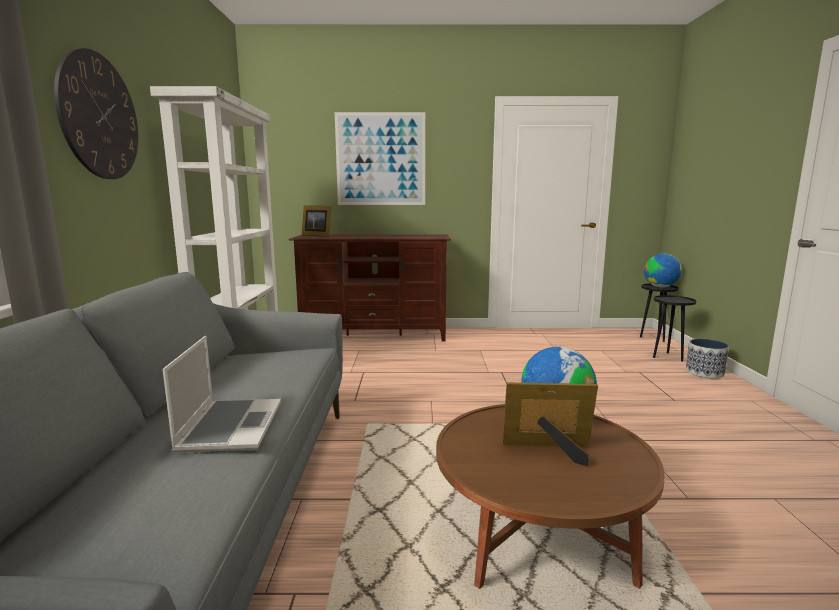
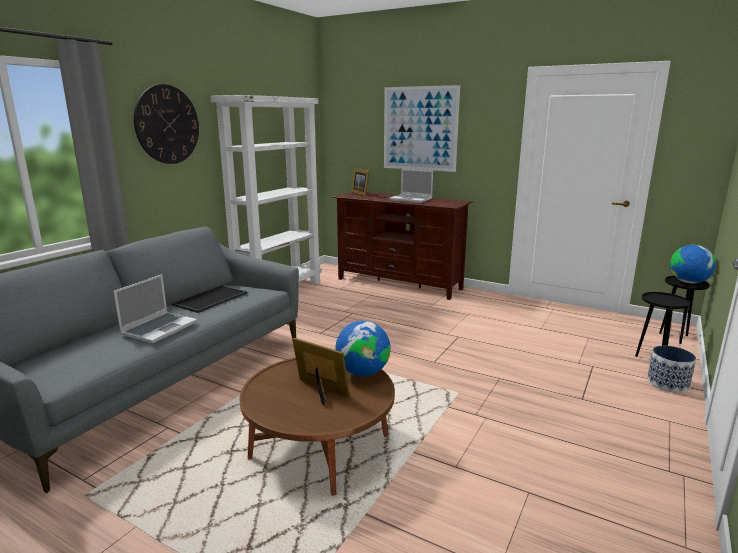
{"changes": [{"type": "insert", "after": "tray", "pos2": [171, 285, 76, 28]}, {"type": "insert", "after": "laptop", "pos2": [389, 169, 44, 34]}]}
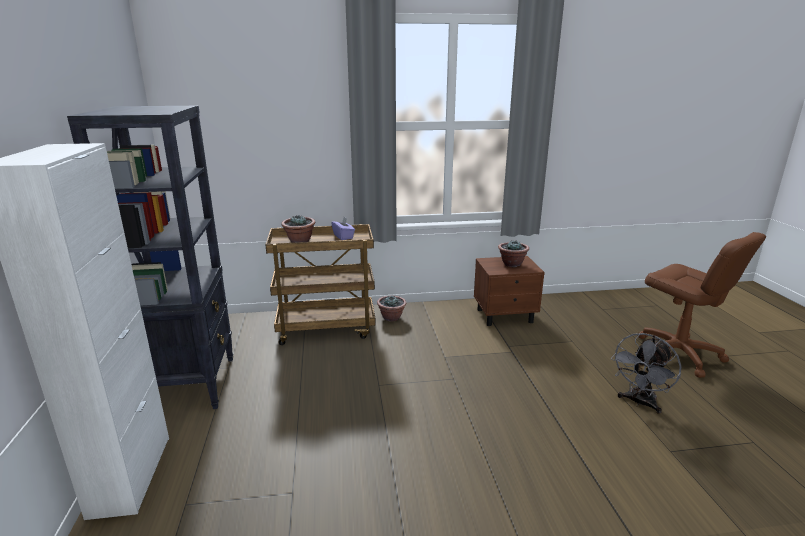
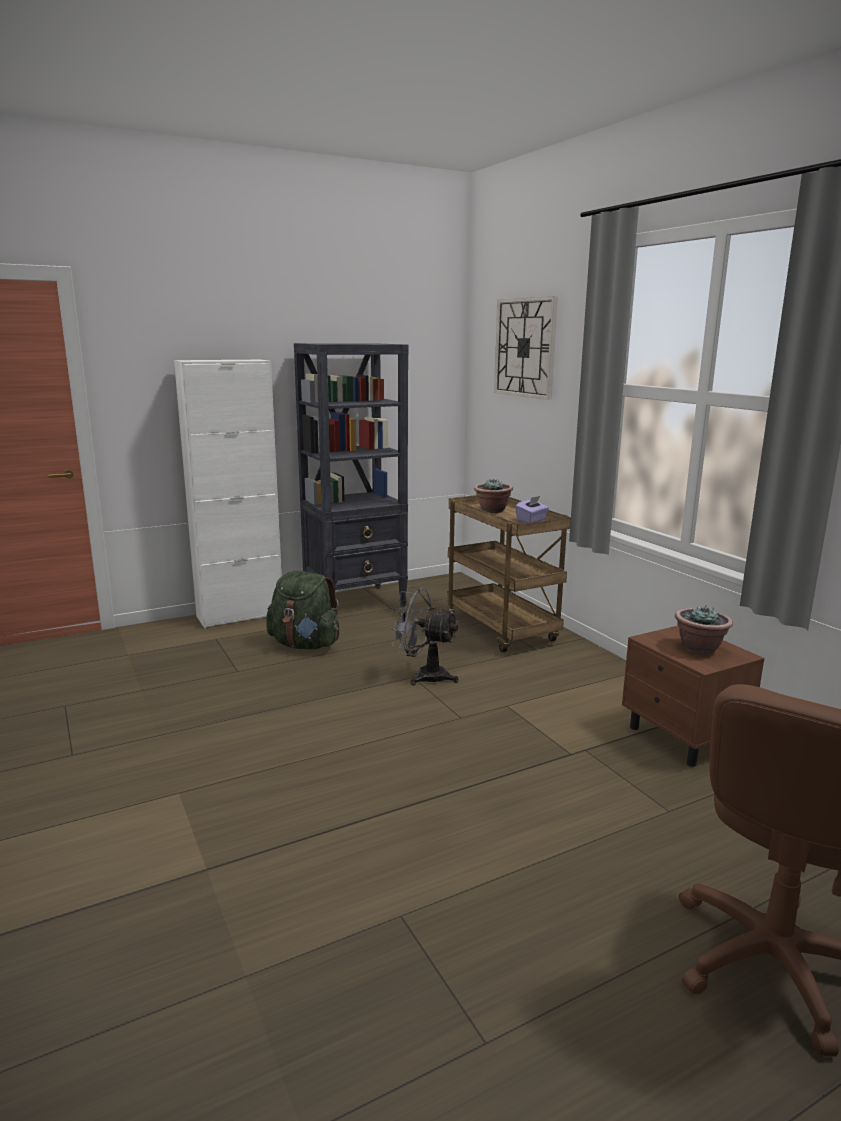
{"changes": [{"type": "insert", "after": "backpack in green", "pos2": [266, 571, 73, 79]}, {"type": "move", "before": "fan in grey", "pos1": [611, 333, 71, 81], "pos2": [390, 586, 69, 99]}, {"type": "insert", "after": "wall clock", "pos2": [494, 296, 64, 104]}, {"type": "delete", "before": "potted plant", "pos1": [377, 296, 30, 26]}]}
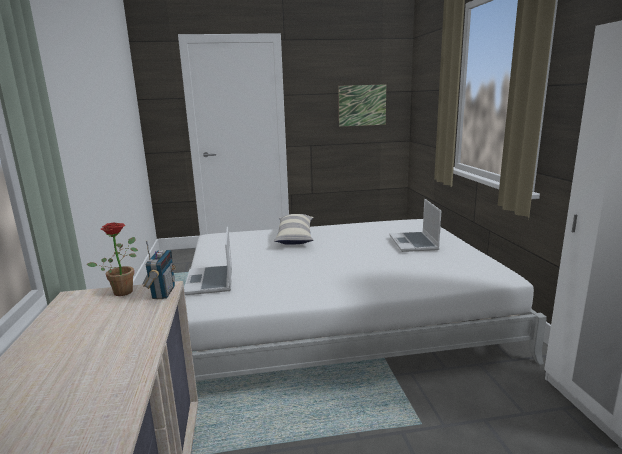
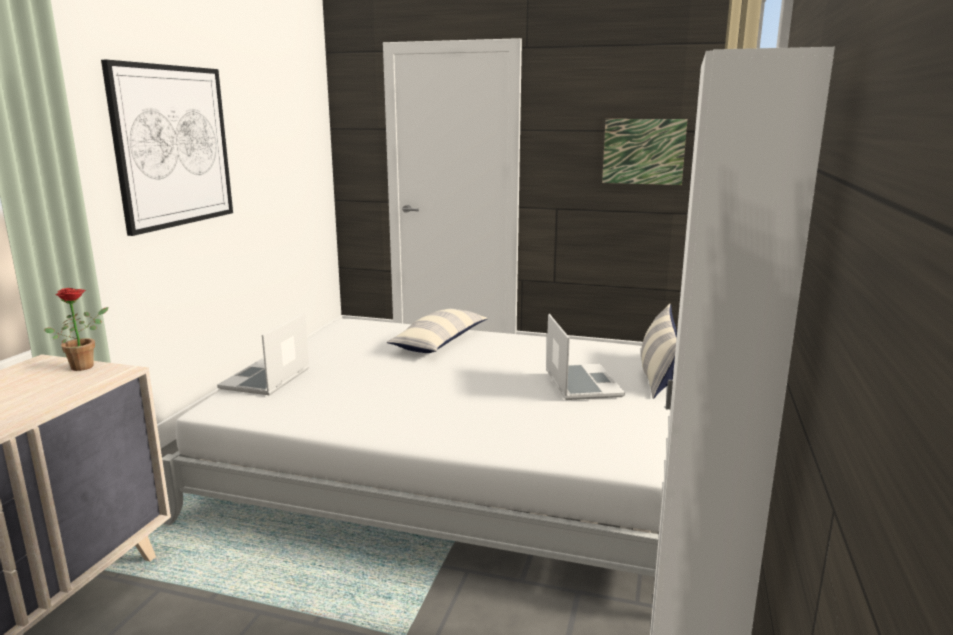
{"changes": [{"type": "insert", "after": "picture", "pos2": [101, 60, 132, 176]}, {"type": "rotate", "before": "laptop", "pos1": [389, 199, 52, 53], "pos2": [546, 314, 79, 86], "turn": 150}, {"type": "insert", "after": "pillow", "pos2": [641, 304, 36, 95]}, {"type": "delete", "before": "radio", "pos1": [144, 240, 32, 59]}]}
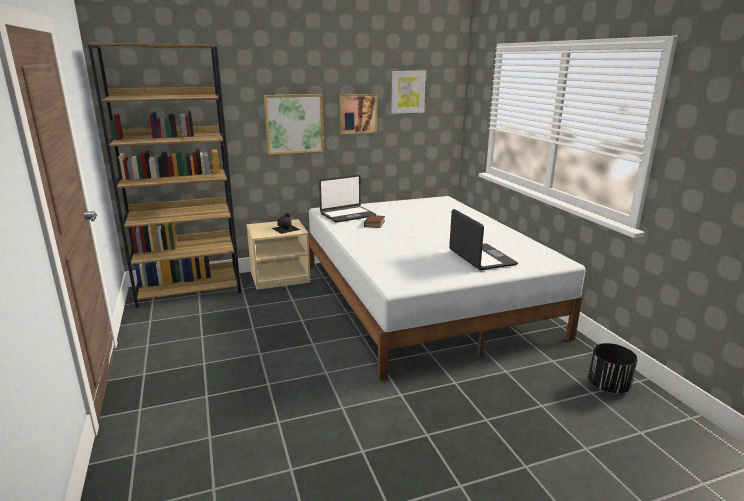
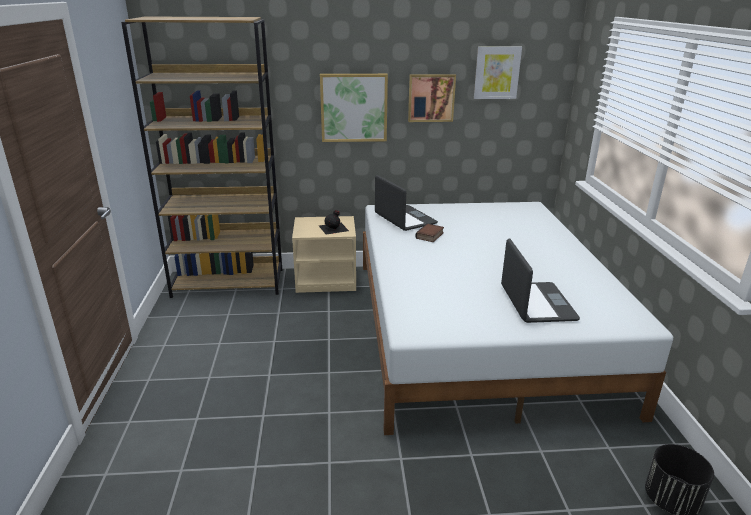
{"changes": [{"type": "rotate", "before": "laptop", "pos1": [319, 175, 57, 48], "pos2": [375, 175, 63, 56], "turn": -105}]}
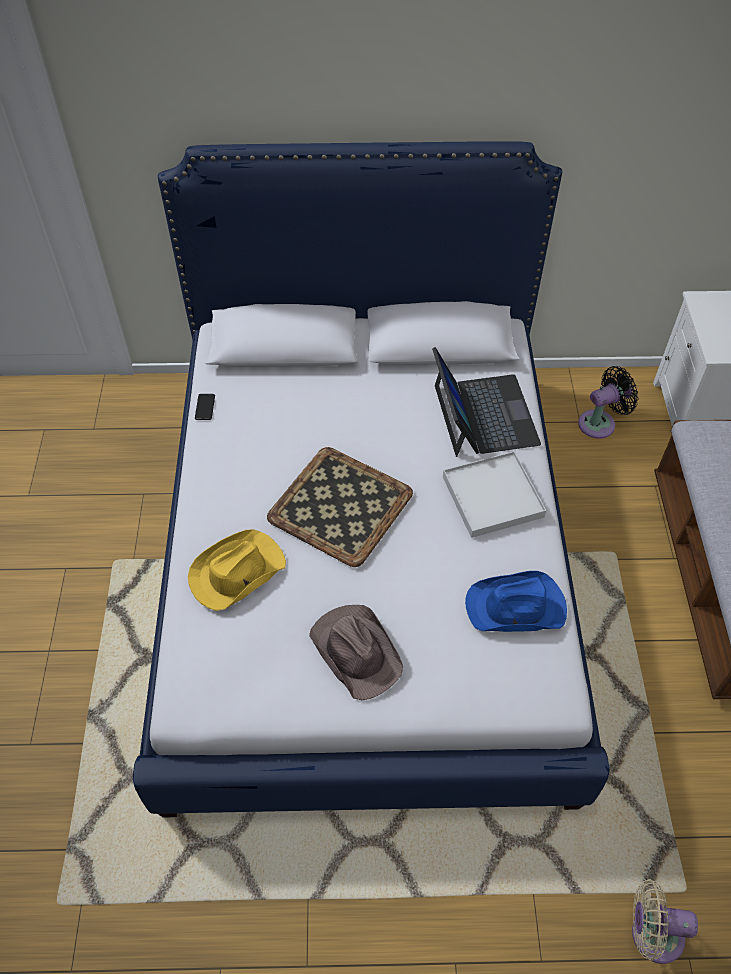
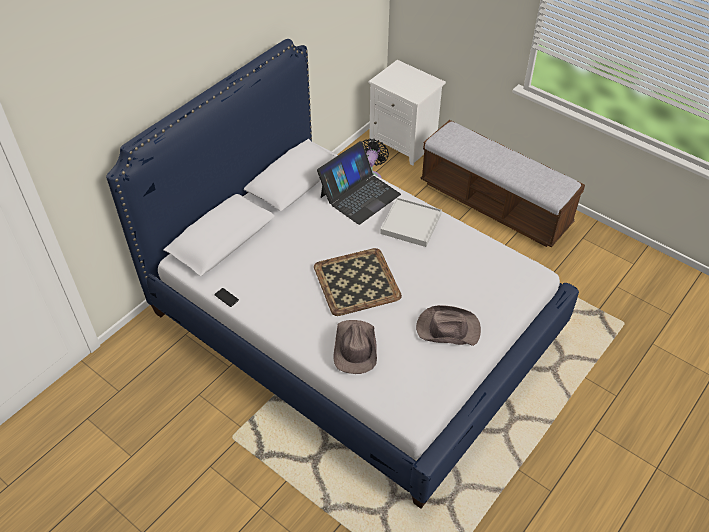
{"changes": [{"type": "rotate", "before": "laptop", "pos1": [432, 347, 109, 110], "pos2": [317, 141, 84, 84], "turn": 105}, {"type": "recolor", "before": "hat in yellow", "after": "hat in brown", "pos1": [188, 529, 98, 82], "pos2": [333, 320, 44, 54]}, {"type": "delete", "before": "hat in blue", "pos1": [465, 571, 102, 61]}, {"type": "delete", "before": "fan in beige", "pos1": [632, 879, 66, 85]}]}
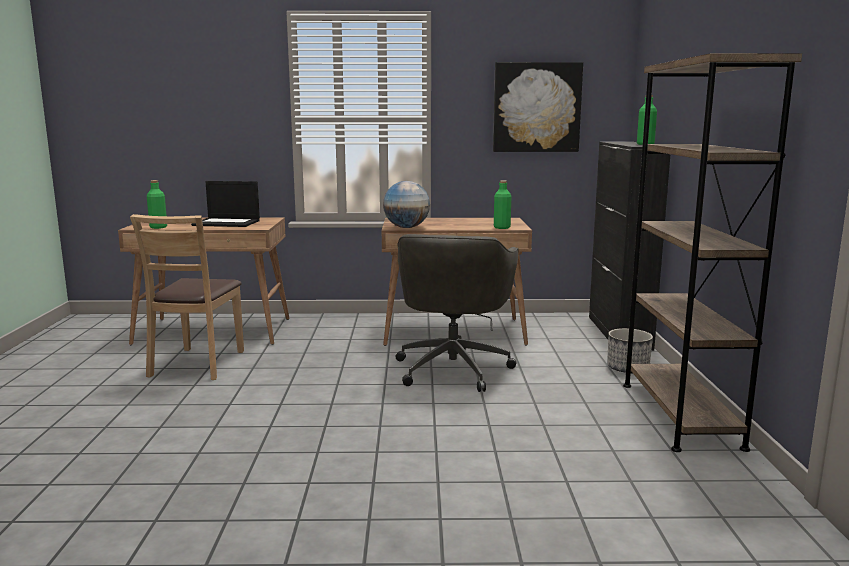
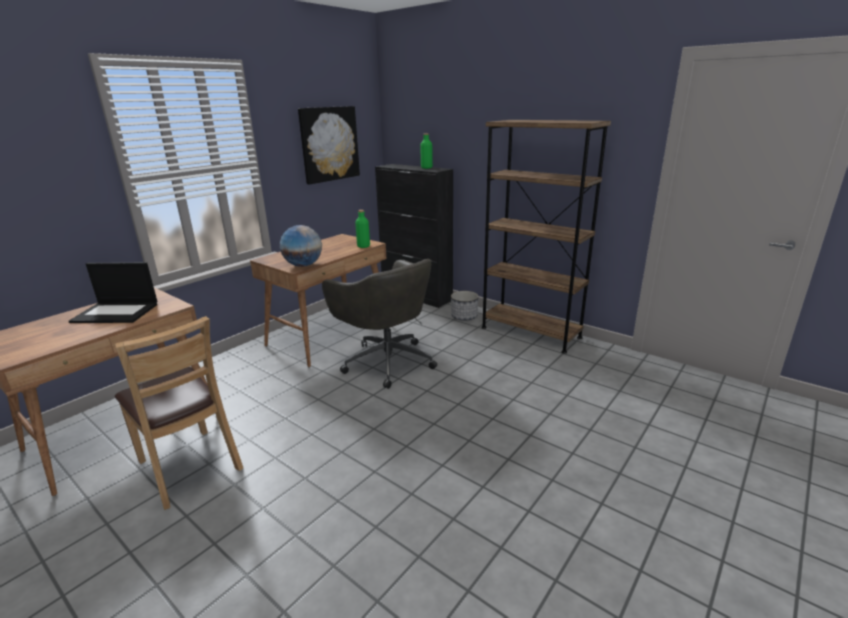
{"changes": [{"type": "rotate", "before": "laptop", "pos1": [191, 181, 69, 46], "pos2": [69, 262, 89, 61], "turn": 45}, {"type": "delete", "before": "bottle in green", "pos1": [147, 180, 20, 49]}]}
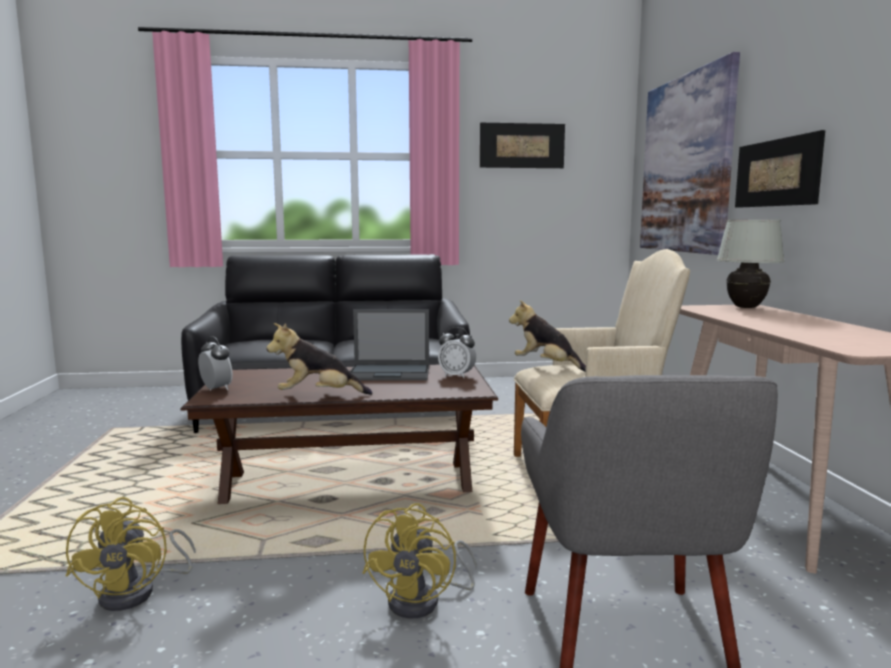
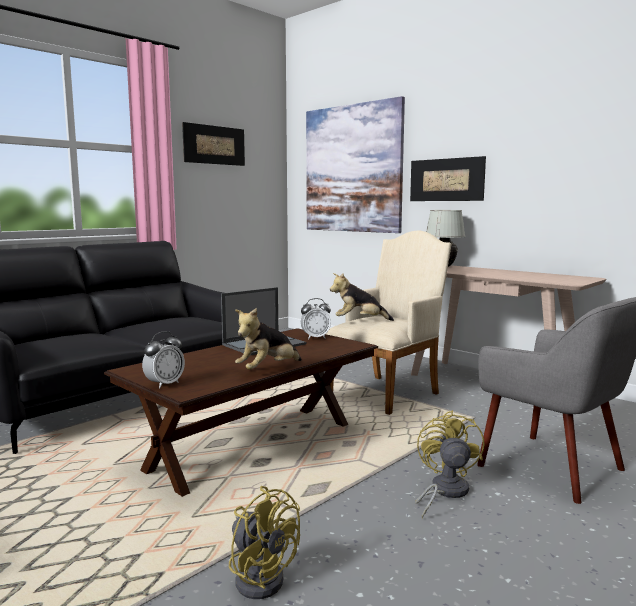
{"changes": [{"type": "rotate", "before": "alarm clock", "pos1": [198, 336, 35, 54], "pos2": [142, 331, 43, 58], "turn": 120}, {"type": "rotate", "before": "fan in yellow", "pos1": [363, 503, 114, 115], "pos2": [415, 410, 69, 109], "turn": -150}]}
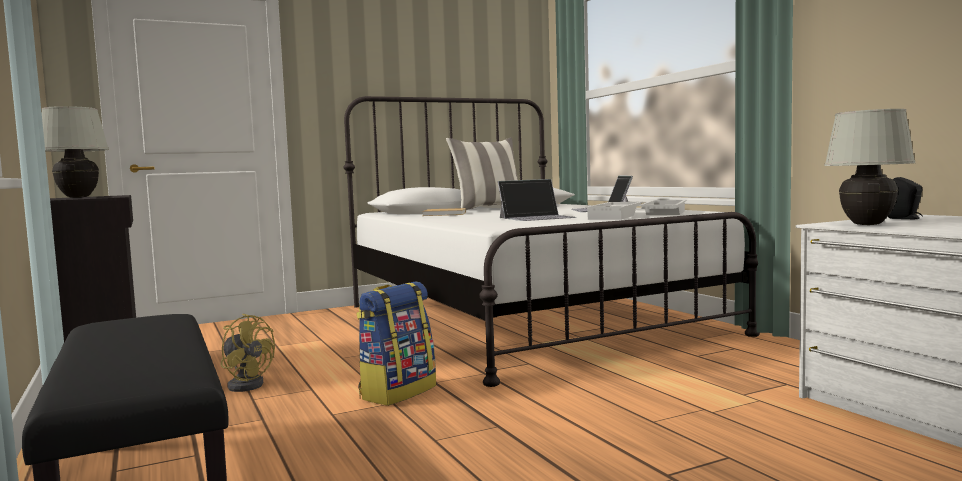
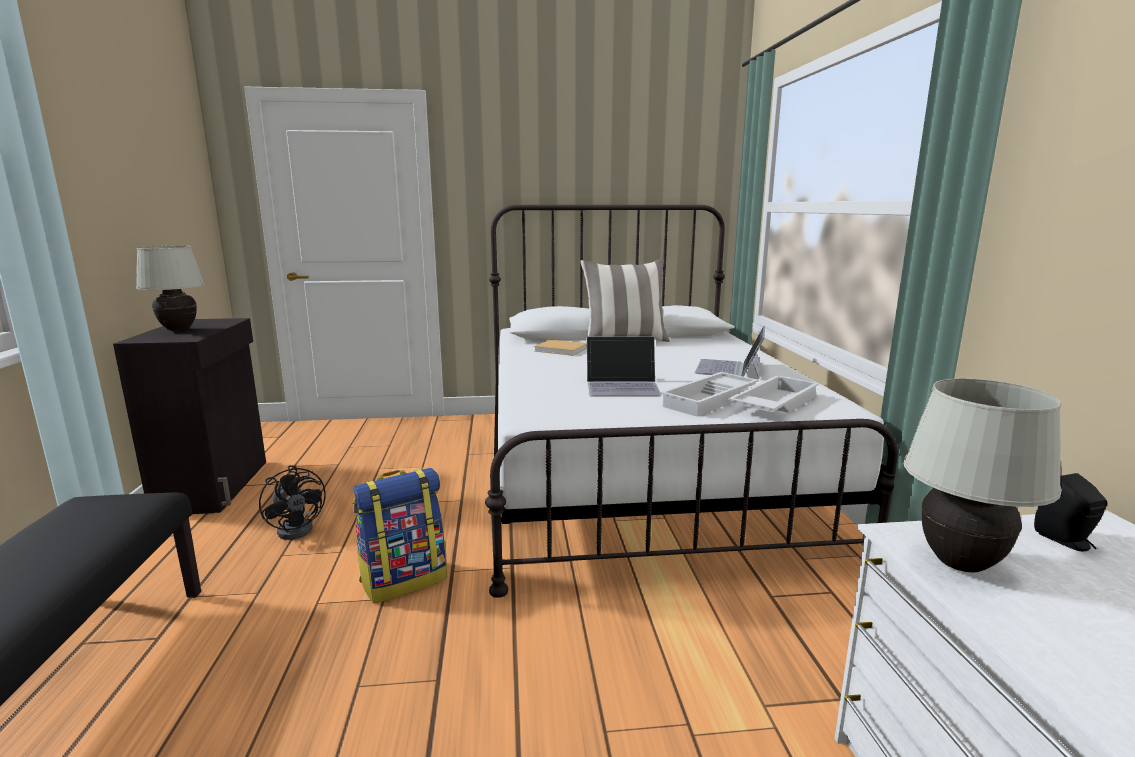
{"changes": [{"type": "recolor", "before": "fan in yellow", "after": "fan in black", "pos1": [221, 314, 54, 78], "pos2": [259, 465, 67, 75]}]}
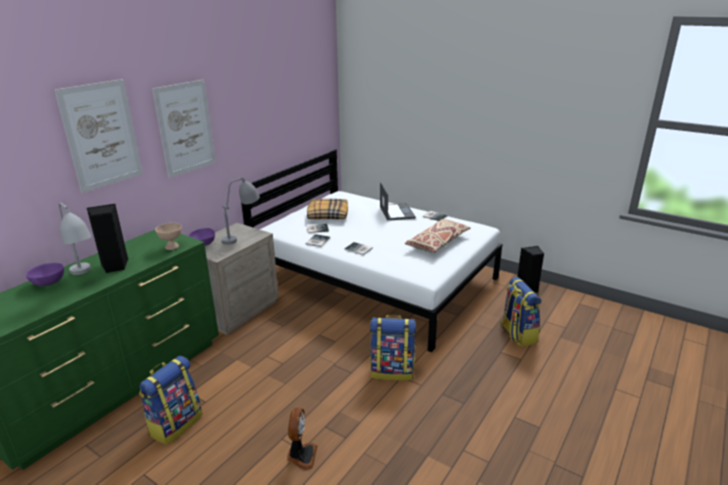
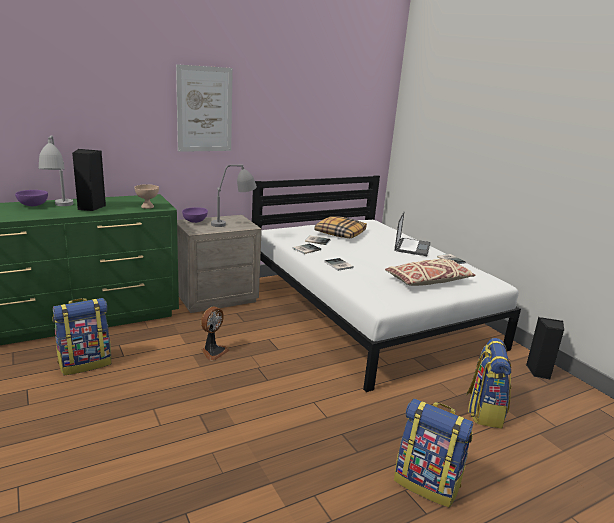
{"changes": [{"type": "move", "before": "fan", "pos1": [287, 408, 30, 62], "pos2": [201, 306, 29, 54]}, {"type": "move", "before": "backpack", "pos1": [370, 315, 46, 66], "pos2": [394, 399, 79, 109]}, {"type": "delete", "before": "picture", "pos1": [55, 79, 88, 114]}]}
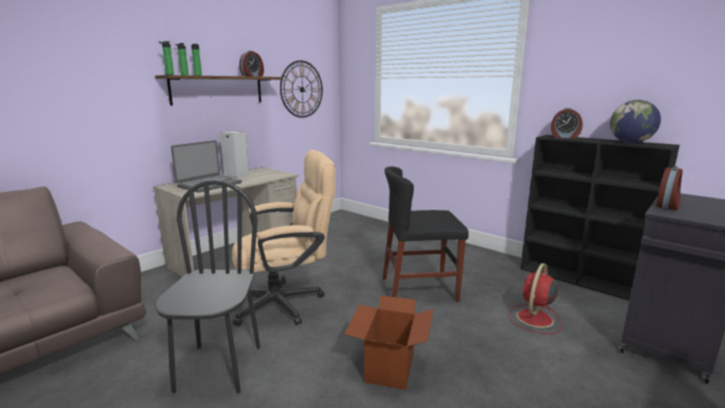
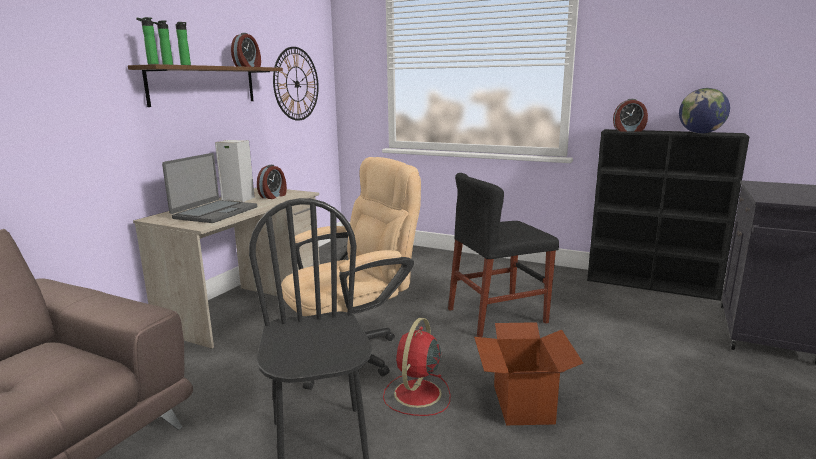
{"changes": [{"type": "move", "before": "alarm clock", "pos1": [656, 166, 27, 44], "pos2": [257, 165, 30, 34]}, {"type": "move", "before": "fan in red", "pos1": [509, 263, 53, 71], "pos2": [383, 318, 67, 98]}]}
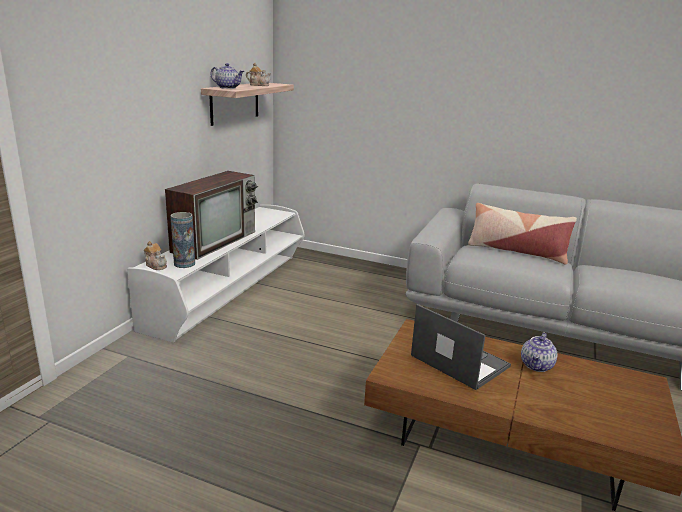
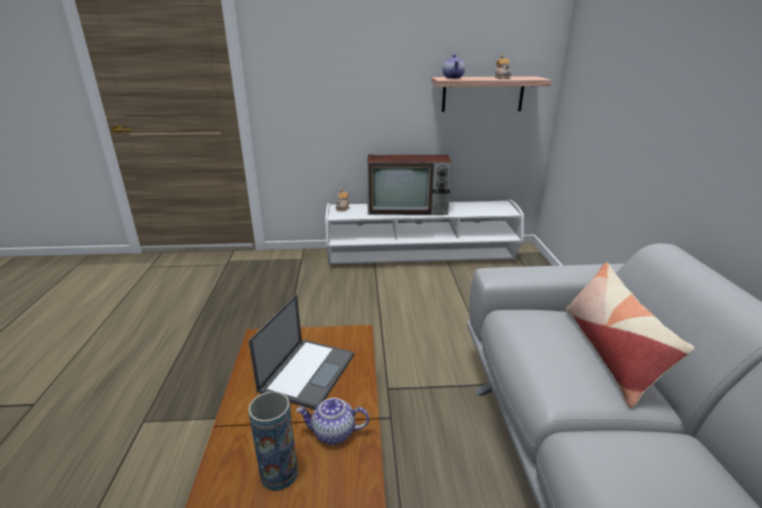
{"changes": [{"type": "move", "before": "vase", "pos1": [170, 212, 25, 56], "pos2": [248, 391, 50, 100]}]}
